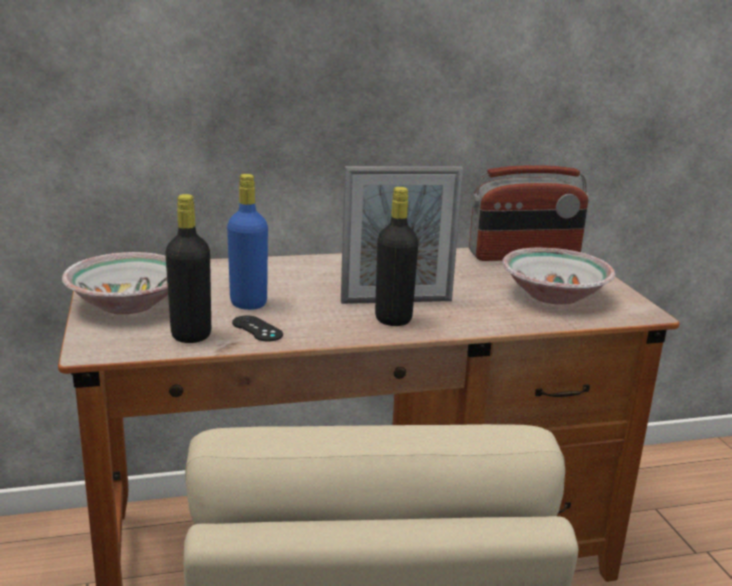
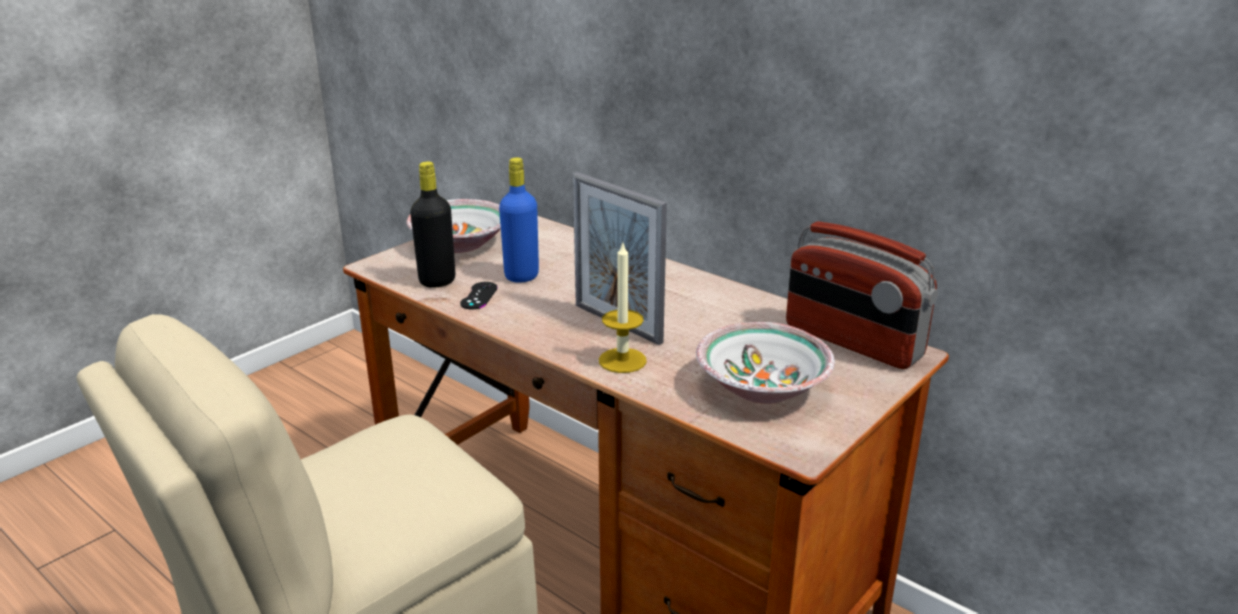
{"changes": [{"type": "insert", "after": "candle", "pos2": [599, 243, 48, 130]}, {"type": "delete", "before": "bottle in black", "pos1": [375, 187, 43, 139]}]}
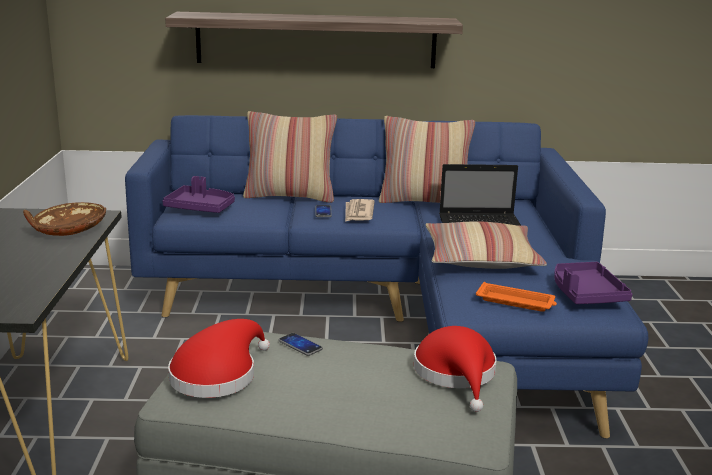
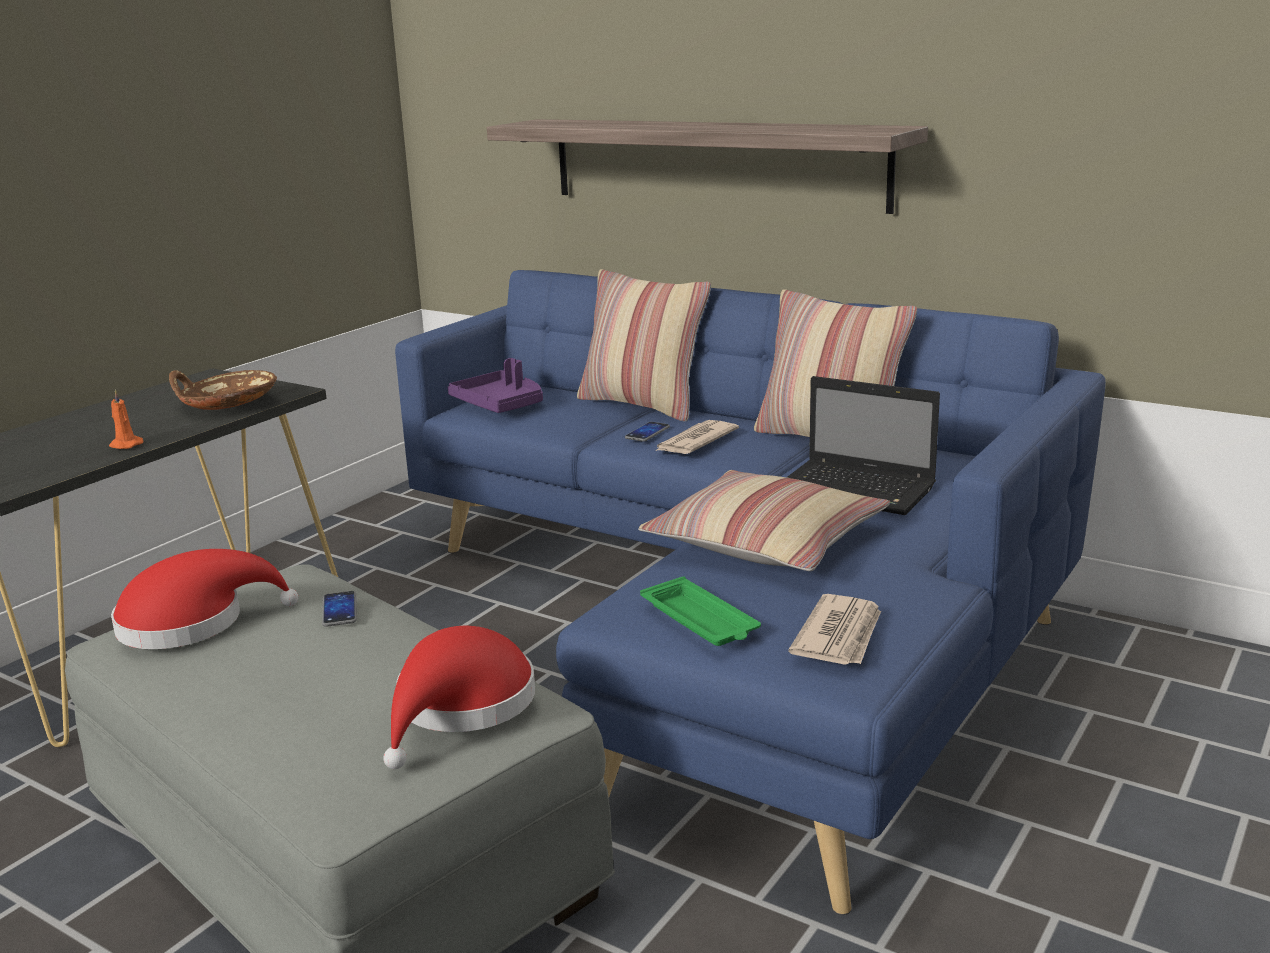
{"changes": [{"type": "insert", "after": "candle in orange", "pos2": [109, 389, 34, 60]}, {"type": "recolor", "before": "tray in orange", "after": "tray in green", "pos1": [476, 282, 81, 30], "pos2": [640, 576, 121, 70]}, {"type": "replace", "before": "tray in purple", "after": "newspaper", "pos1": [554, 262, 78, 42], "pos2": [788, 594, 93, 71]}]}
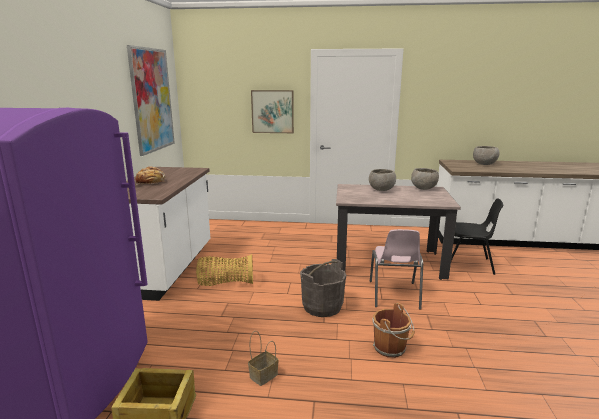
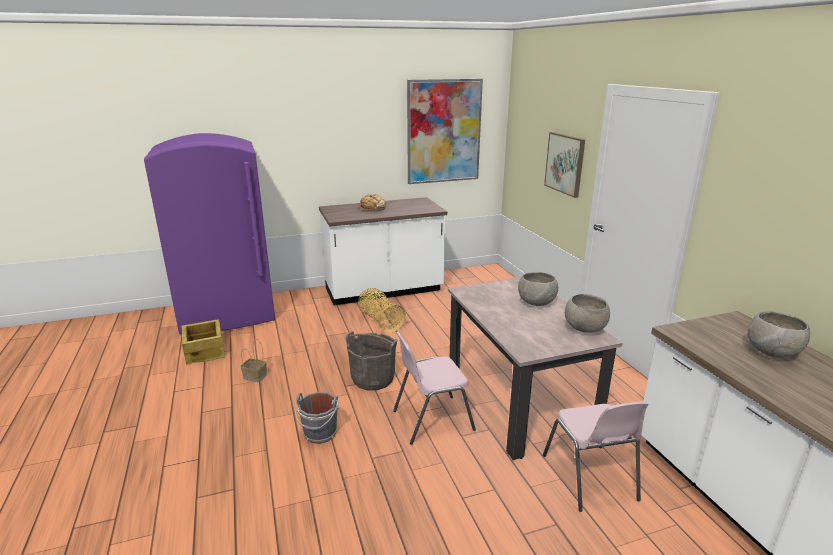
{"changes": [{"type": "recolor", "before": "bucket in brown", "after": "bucket in grey", "pos1": [373, 303, 42, 55], "pos2": [295, 392, 44, 52]}, {"type": "recolor", "before": "chair in black", "after": "chair in pink", "pos1": [451, 198, 53, 77], "pos2": [543, 401, 106, 111]}]}
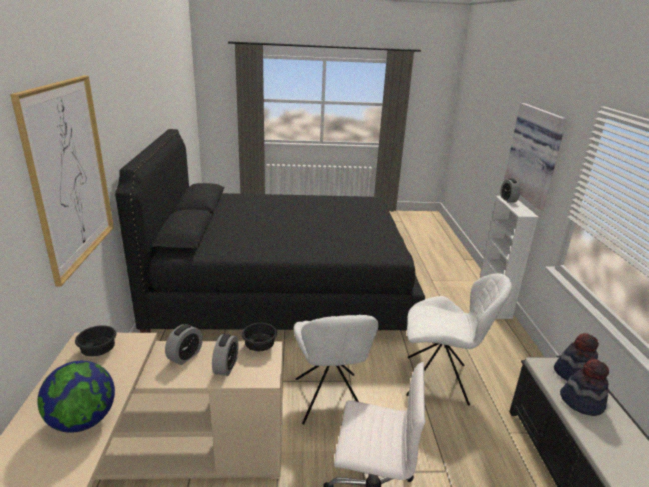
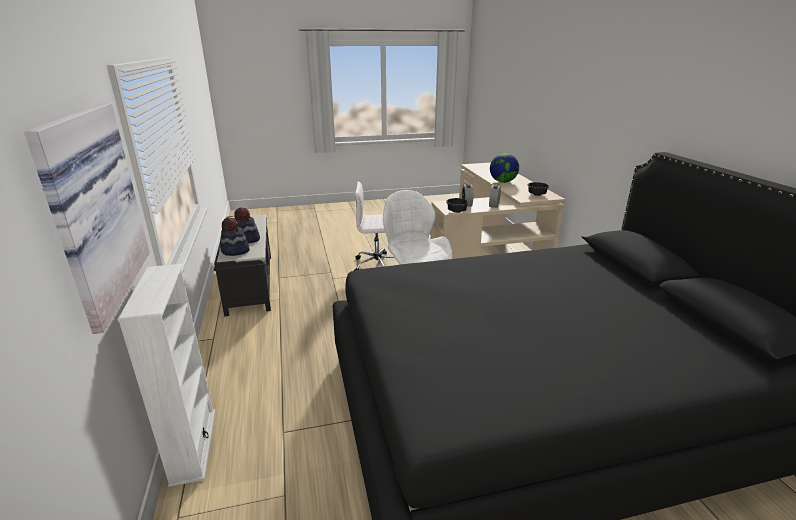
{"changes": [{"type": "delete", "before": "picture", "pos1": [10, 75, 104, 212]}, {"type": "delete", "before": "chair in white", "pos1": [406, 273, 106, 133]}, {"type": "delete", "before": "alarm clock", "pos1": [500, 179, 20, 24]}]}
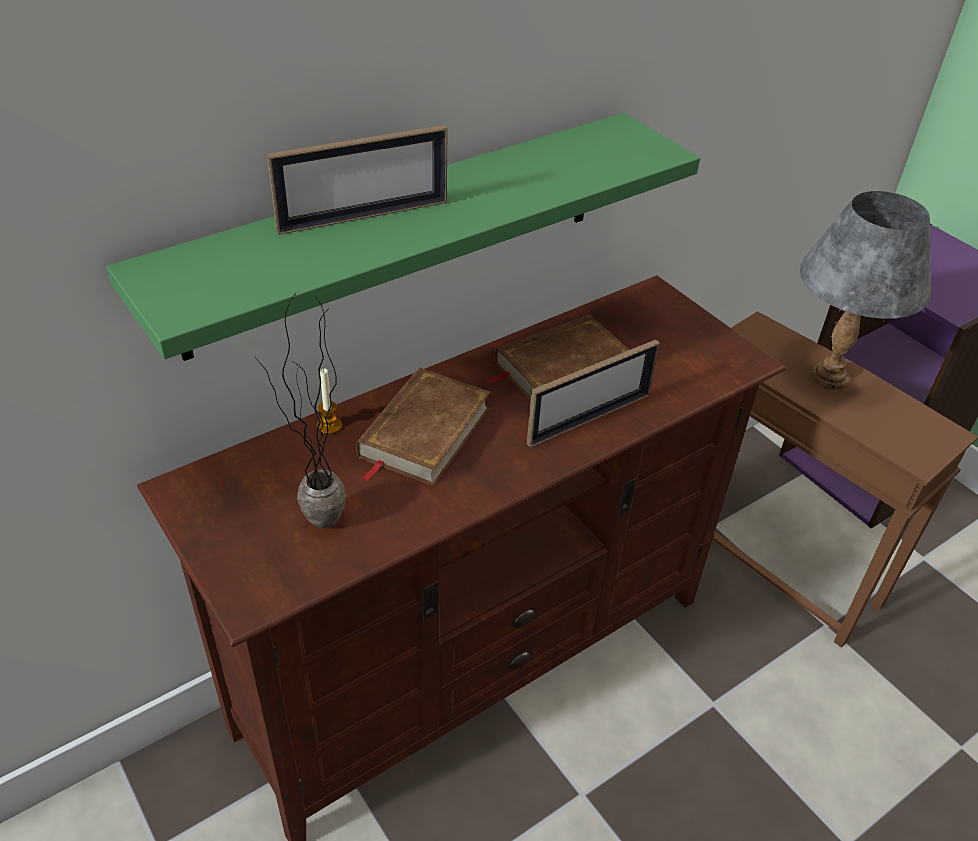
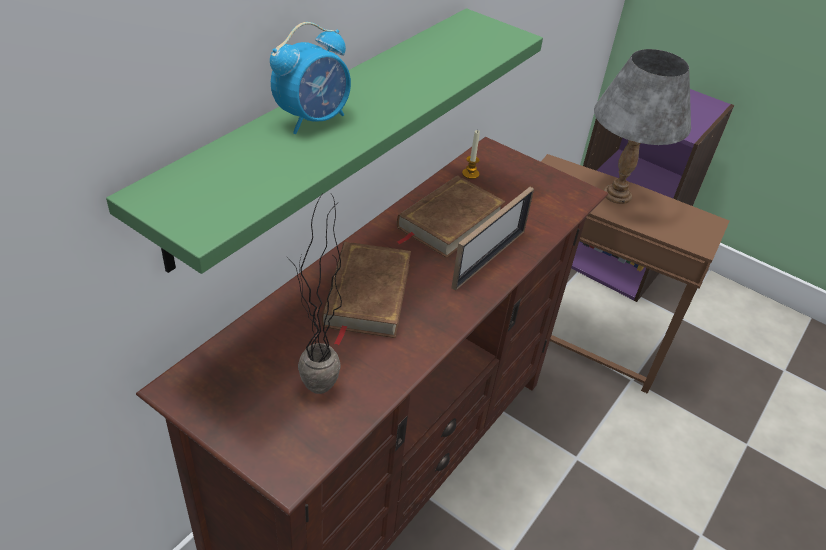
{"changes": [{"type": "replace", "before": "picture frame", "after": "alarm clock", "pos1": [267, 125, 181, 110], "pos2": [270, 22, 81, 112]}, {"type": "move", "before": "candle", "pos1": [317, 368, 25, 66], "pos2": [462, 130, 18, 49]}]}
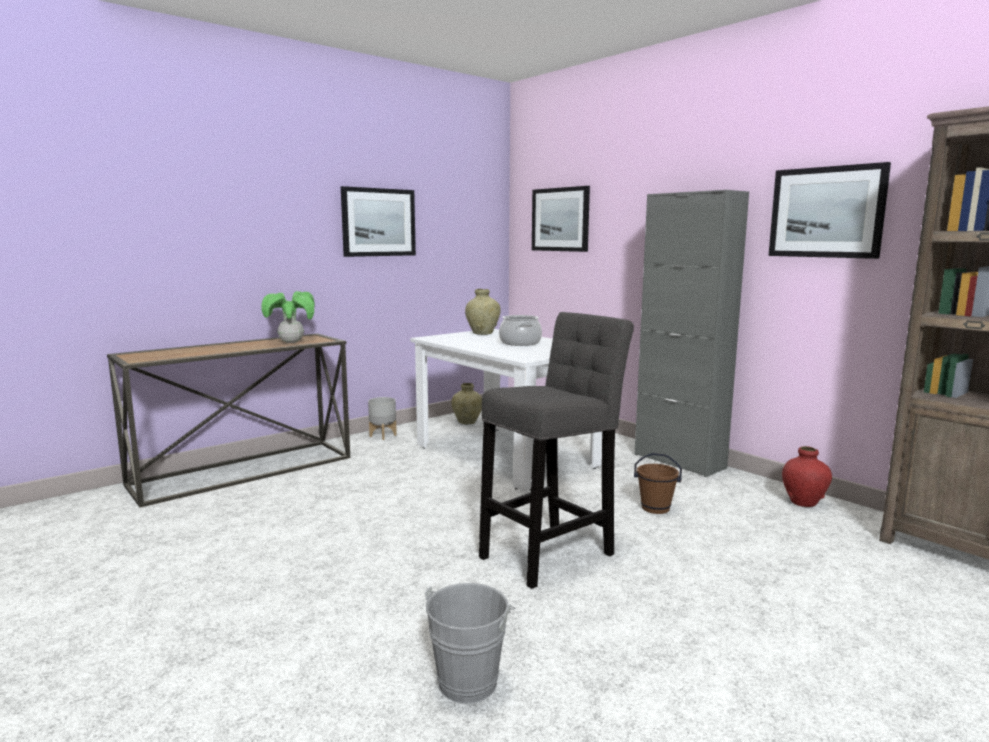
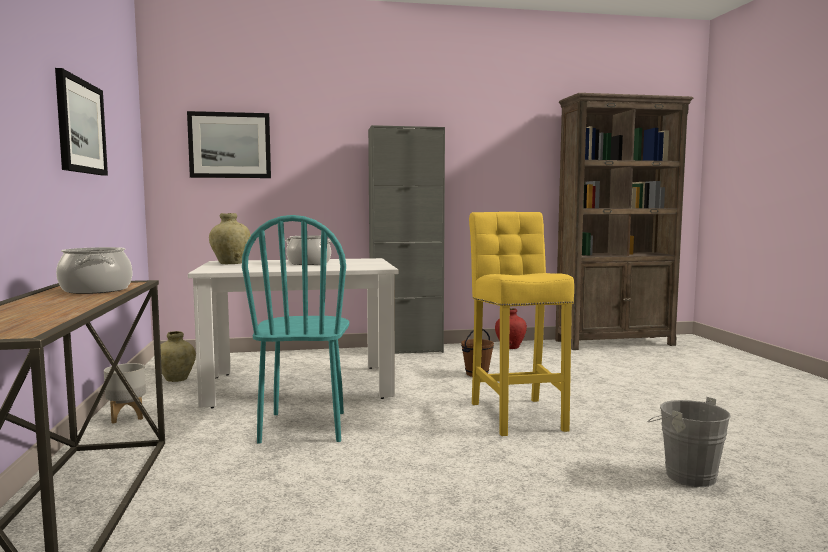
{"changes": [{"type": "replace", "before": "potted plant", "after": "cooking pot", "pos1": [262, 291, 53, 52], "pos2": [56, 247, 76, 47]}, {"type": "insert", "after": "chair in turquoise", "pos2": [242, 215, 108, 228]}, {"type": "recolor", "before": "stool in grey", "after": "stool in yellow", "pos1": [479, 312, 155, 277], "pos2": [469, 212, 105, 224]}, {"type": "delete", "before": "picture", "pos1": [768, 162, 123, 97]}]}
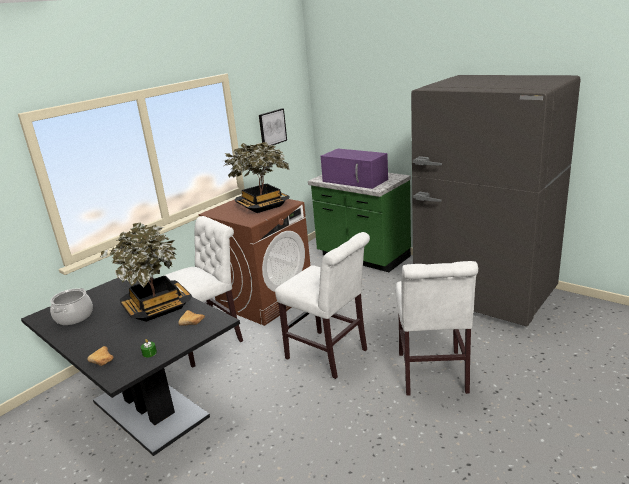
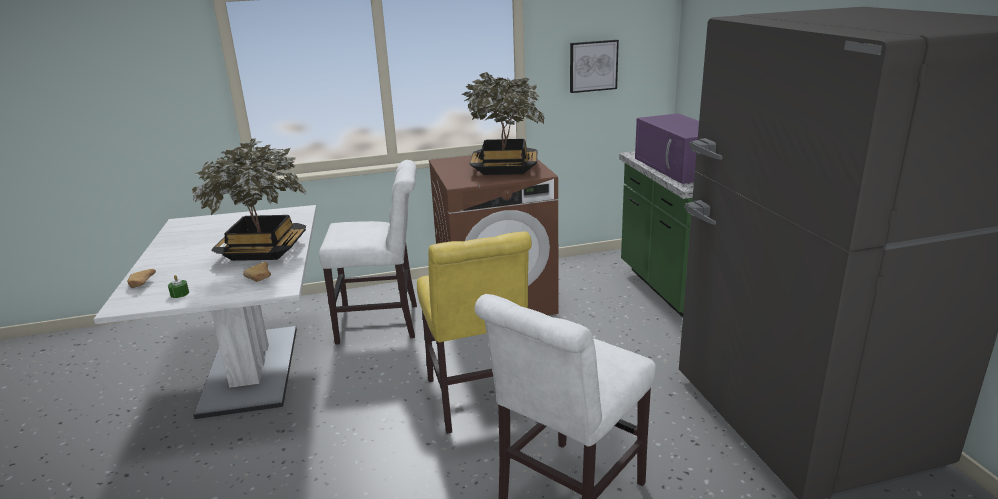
{"changes": [{"type": "recolor", "before": "dining table in black", "after": "dining table in white", "pos1": [21, 277, 219, 179], "pos2": [94, 205, 223, 214]}, {"type": "recolor", "before": "chair in white", "after": "chair in yellow", "pos1": [275, 232, 95, 147], "pos2": [417, 232, 115, 202]}, {"type": "delete", "before": "cooking pot", "pos1": [50, 288, 43, 37]}]}
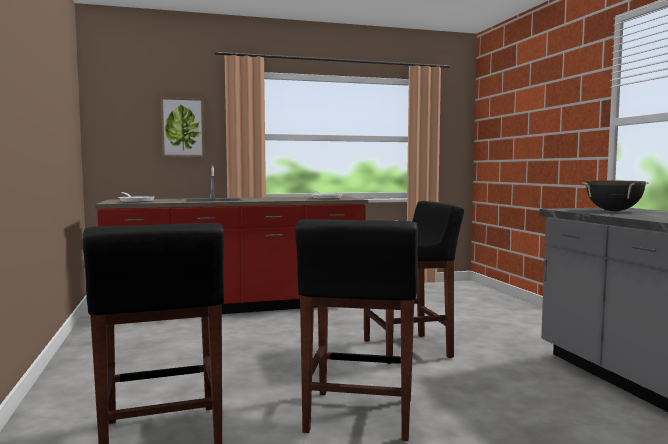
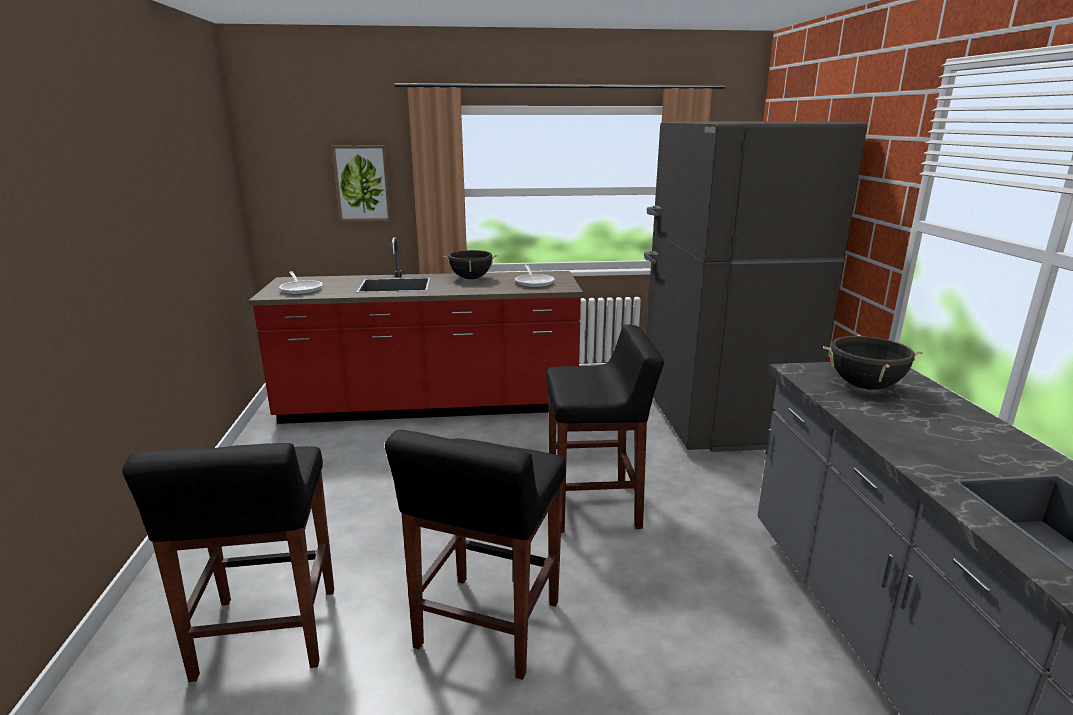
{"changes": [{"type": "insert", "after": "cooking pot in black", "pos2": [443, 250, 55, 29]}, {"type": "insert", "after": "fridge in grey", "pos2": [644, 121, 223, 331]}]}
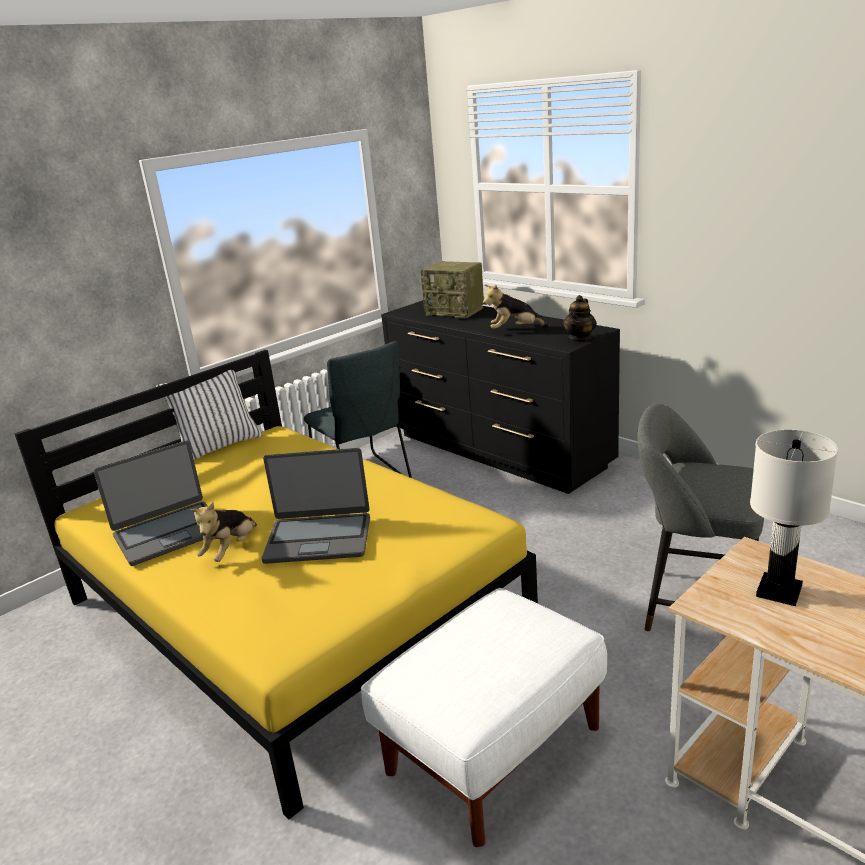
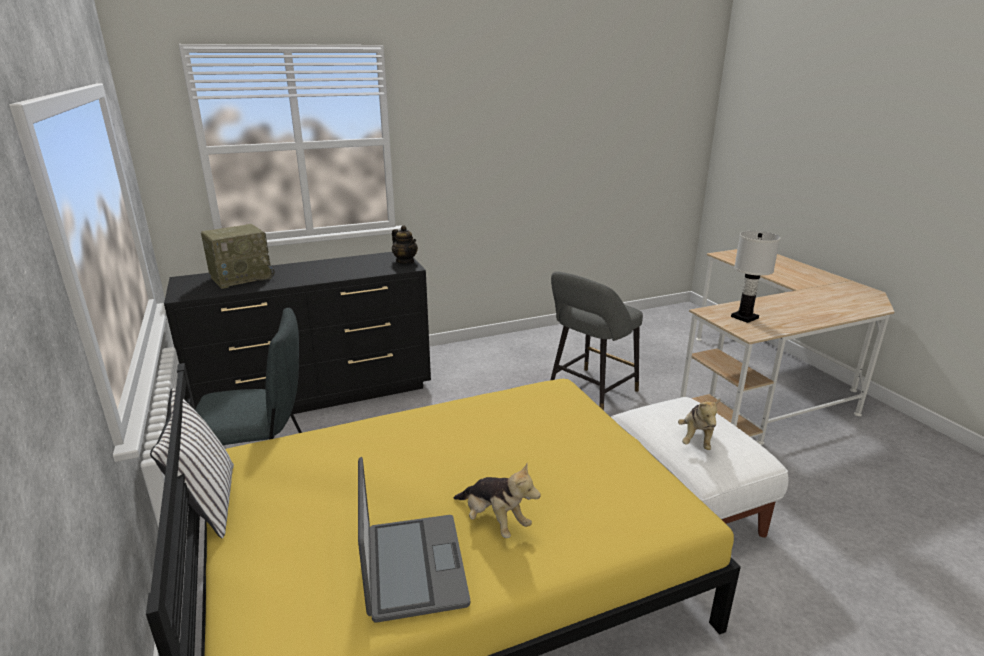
{"changes": [{"type": "move", "before": "plush toy", "pos1": [483, 284, 66, 45], "pos2": [678, 398, 43, 52]}, {"type": "delete", "before": "laptop", "pos1": [262, 448, 108, 116]}]}
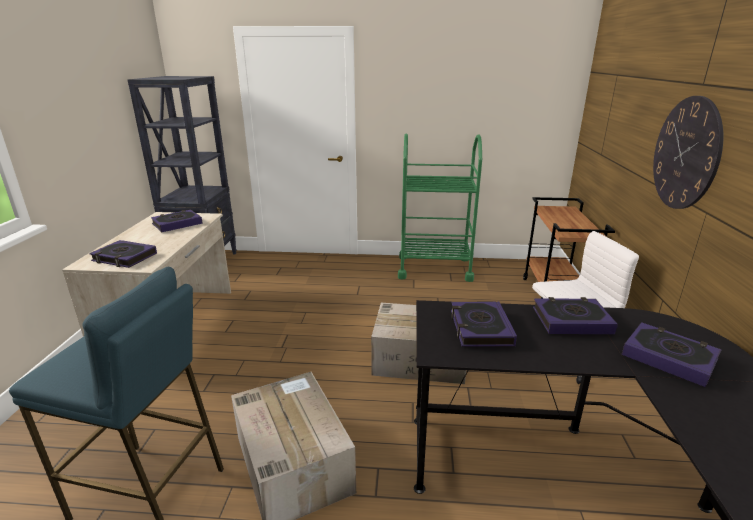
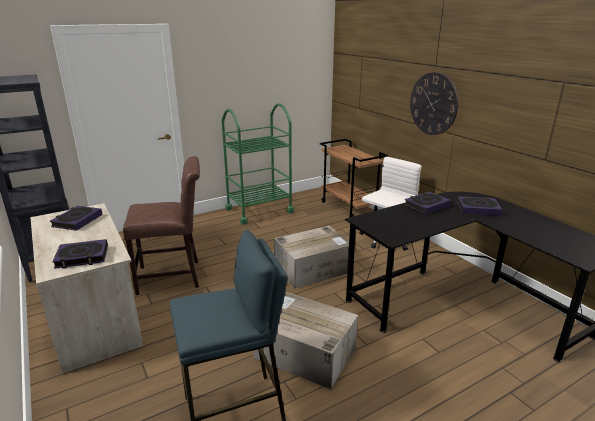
{"changes": [{"type": "insert", "after": "chair in brown", "pos2": [123, 156, 77, 139]}, {"type": "delete", "before": "book", "pos1": [451, 302, 66, 45]}]}
